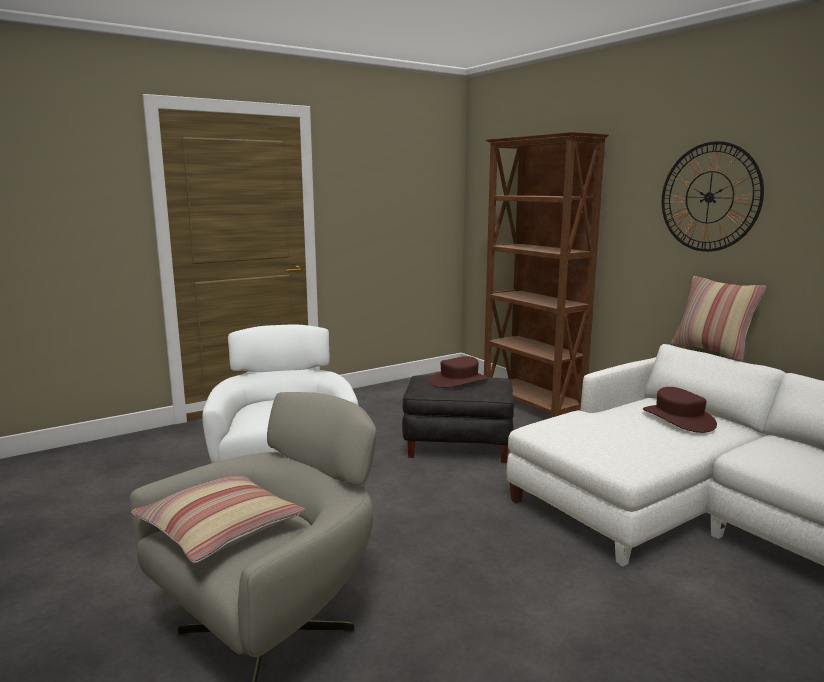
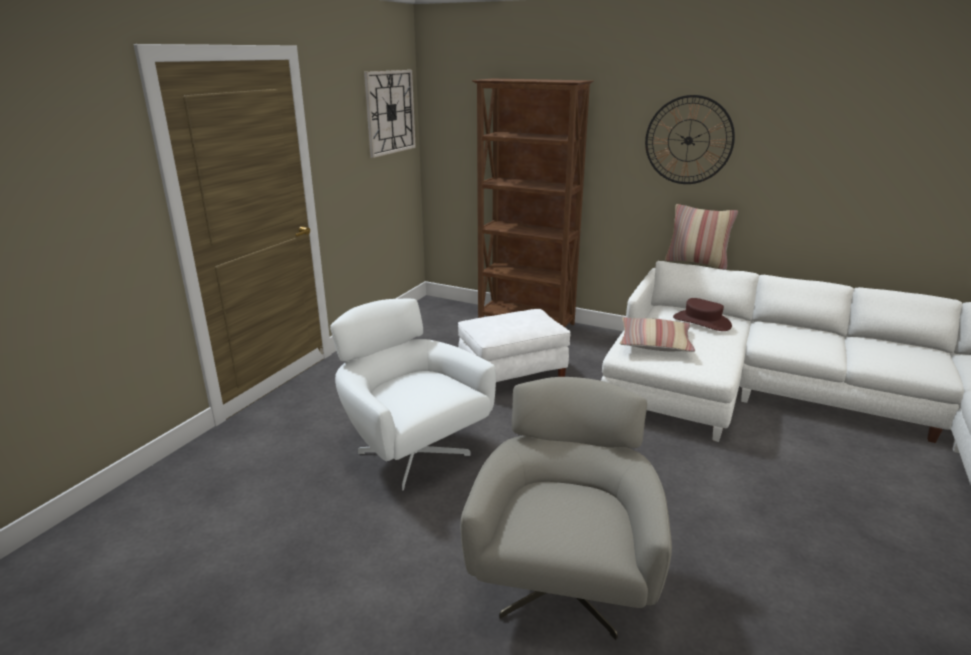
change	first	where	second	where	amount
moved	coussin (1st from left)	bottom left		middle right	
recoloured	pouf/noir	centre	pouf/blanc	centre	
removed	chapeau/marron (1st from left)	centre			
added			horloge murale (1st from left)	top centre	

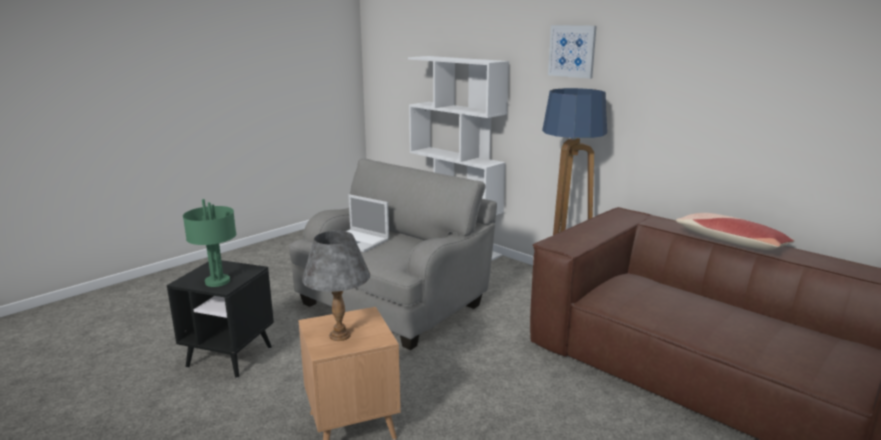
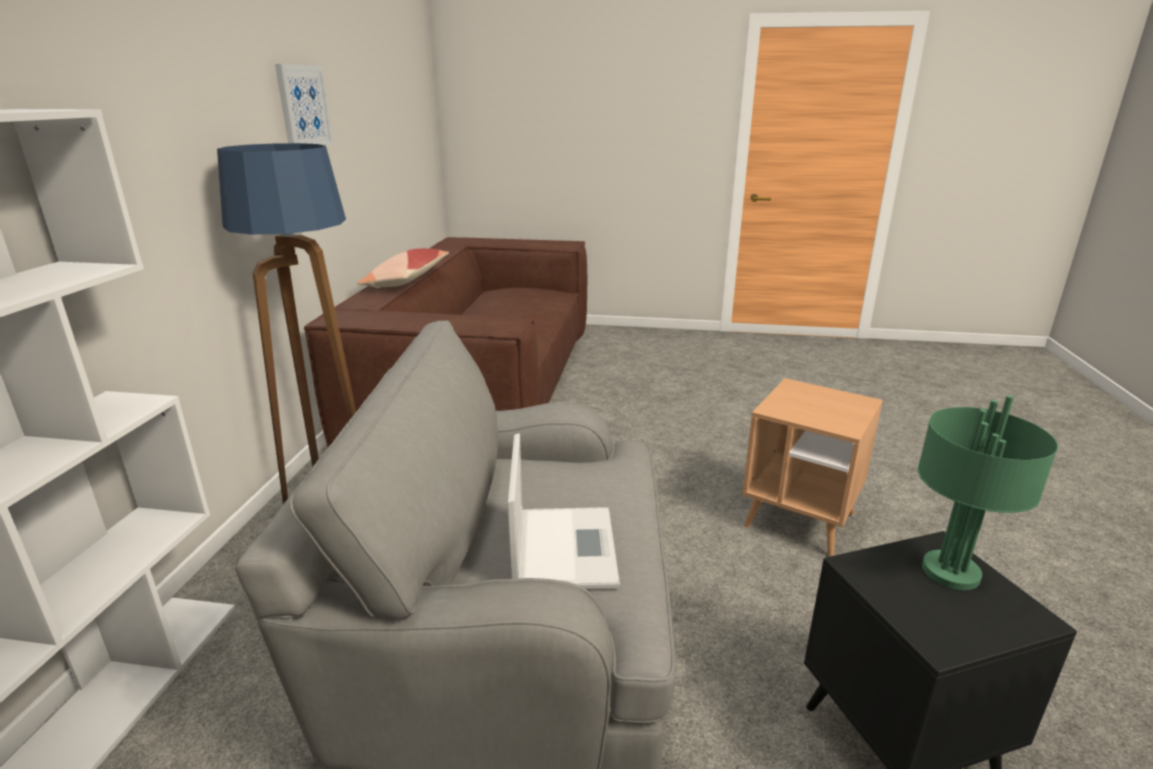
change	first	where	second	where	amount
removed	lampe de table/gris	centre			
moved	tableau	top centre		top left	

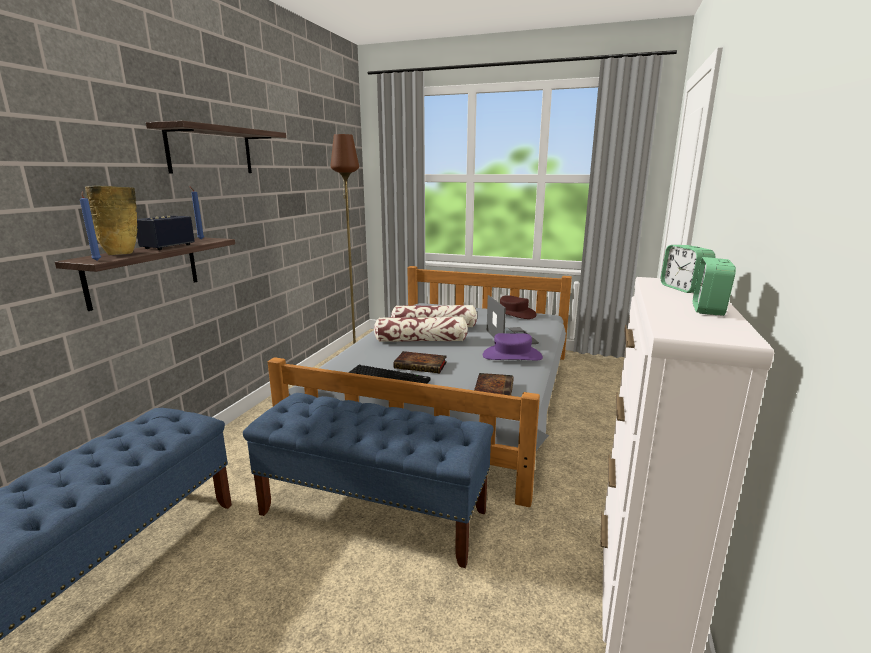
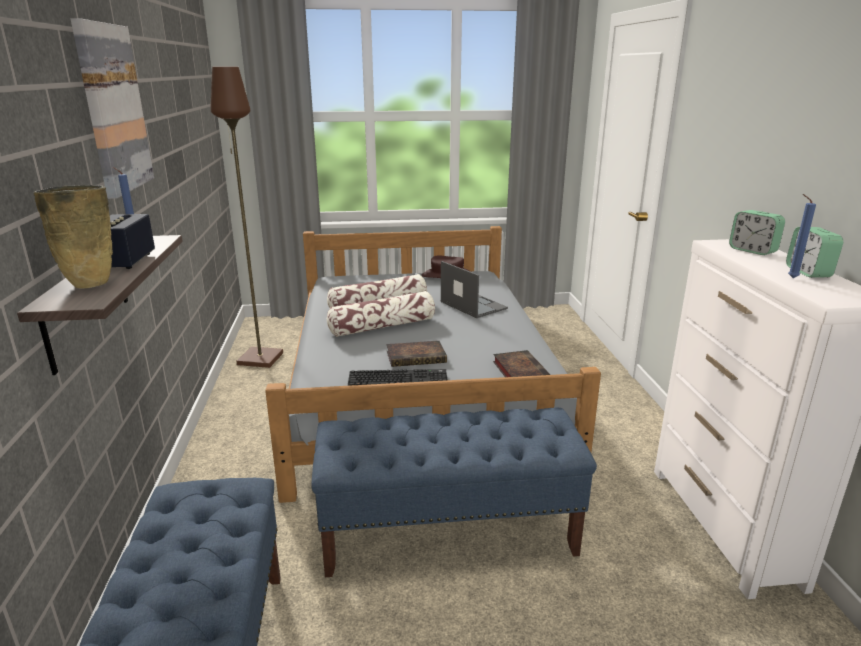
change	first	where	second	where	amount
moved	bougie/bleu (1st from left in the first image)	middle left	bougie/bleu (2nd from left)	middle right	
replaced	étagère (2nd from left)	top left	tableau	top left	
removed	chapeau/violet	centre			

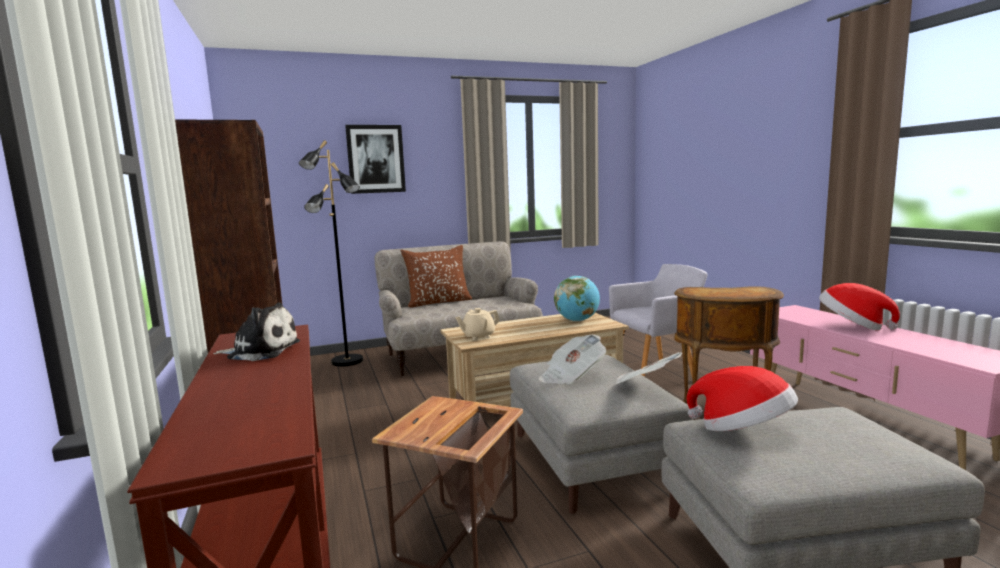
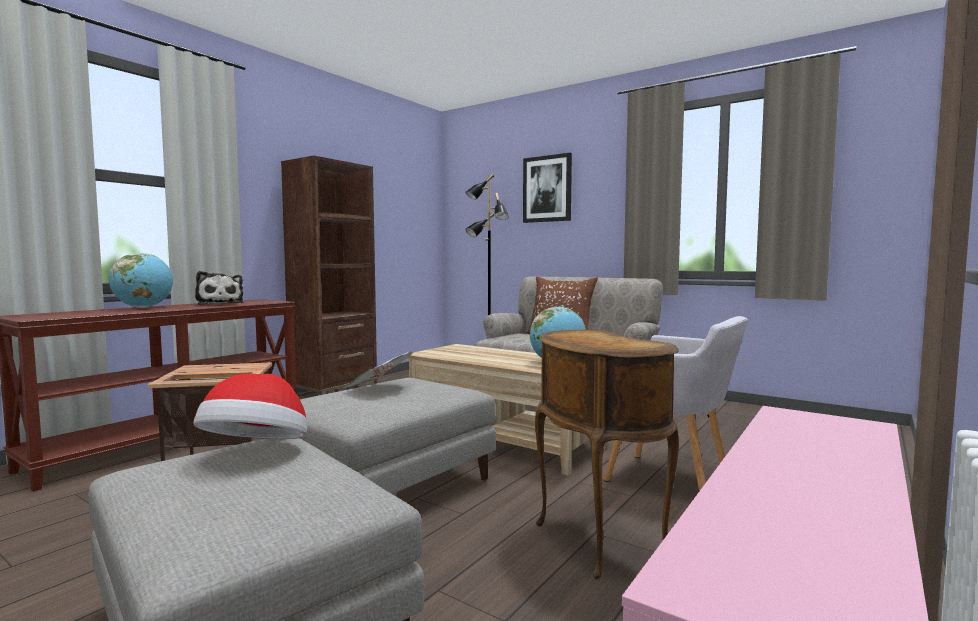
change	first	where	second	where	amount
removed	théière/beige	centre			
removed	journal (2nd from left)	centre			
removed	chapeau (2nd from left)	middle right			
added			globe (1st from left)	middle left	

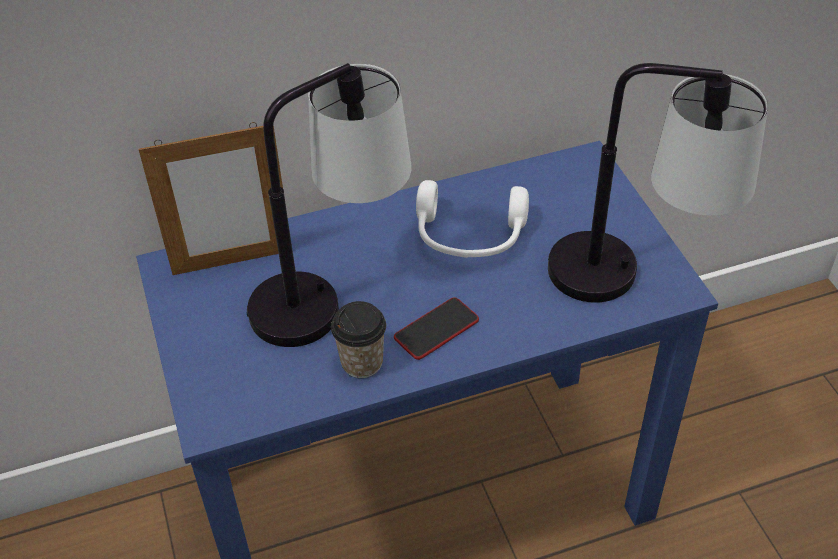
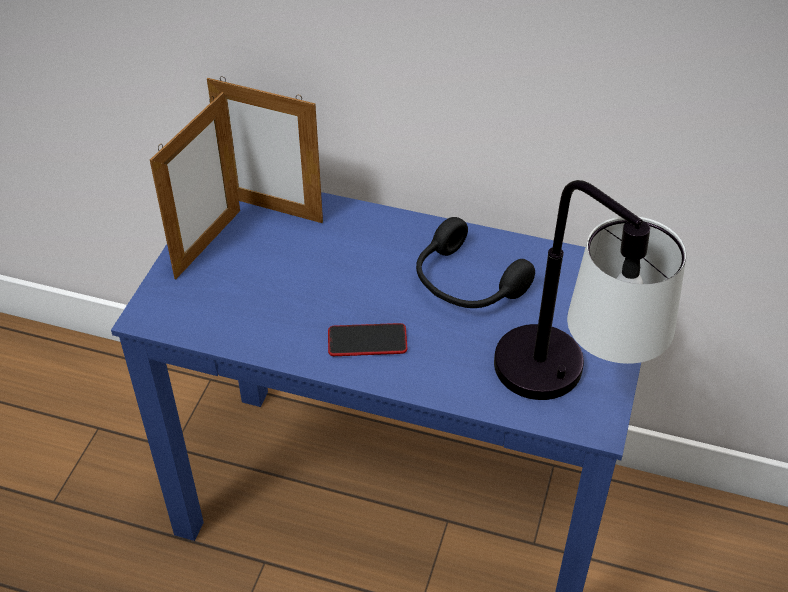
change	first	where	second	where	amount
removed	lampe de table (1st from left)	centre			
removed	tasse	centre			
recoloured	casque audio/blanc	centre	casque audio/noir	centre	
added			cadre photo (1st from left)	top left	

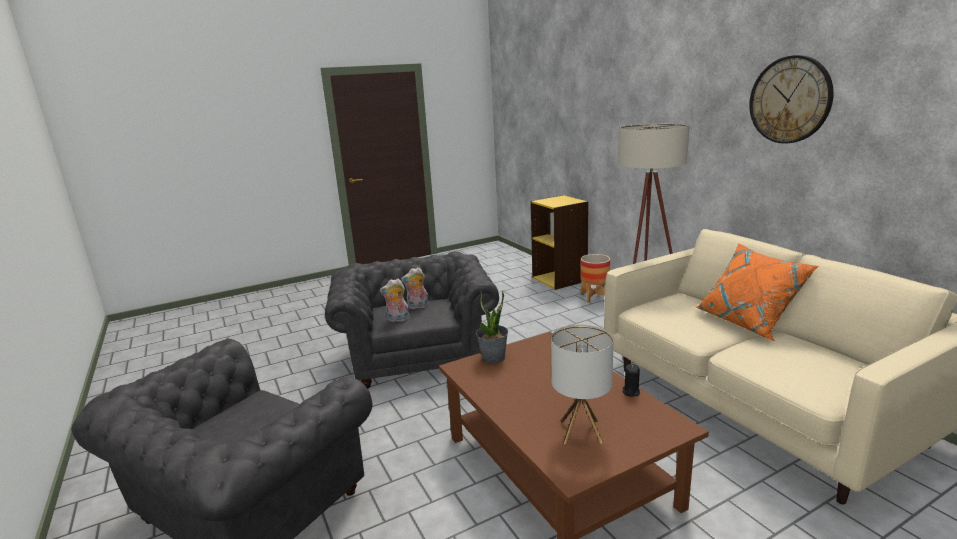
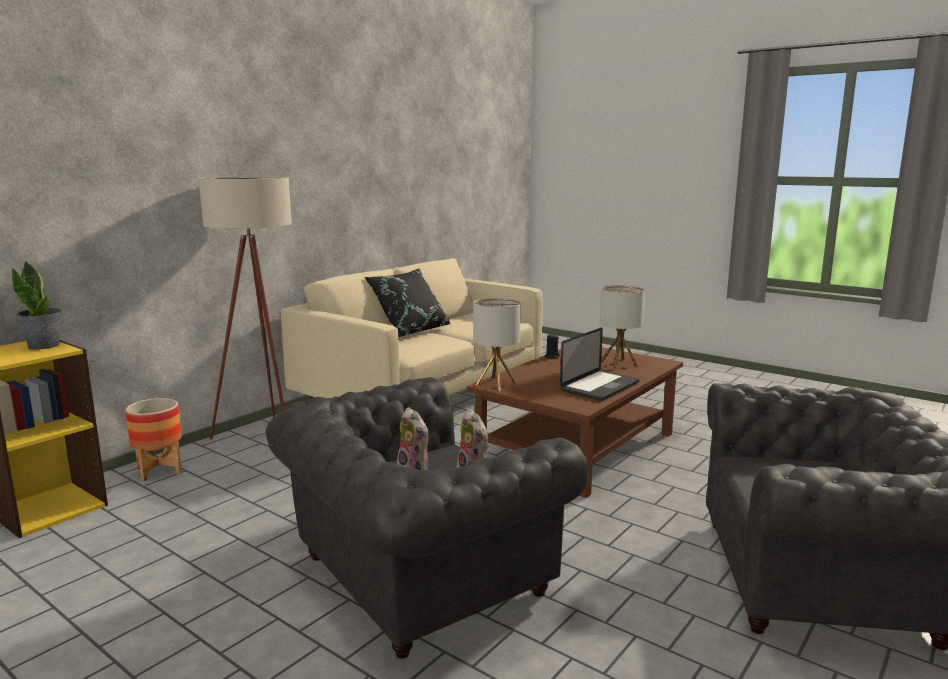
change	first	where	second	where	amount
moved	plante en pot	centre		middle left	
recoloured	coussin/orange	middle right	coussin/noir	centre	
removed	horloge murale	top right			
added			lampe de table (1st from left)	centre	
added			ordinateur portable	centre	

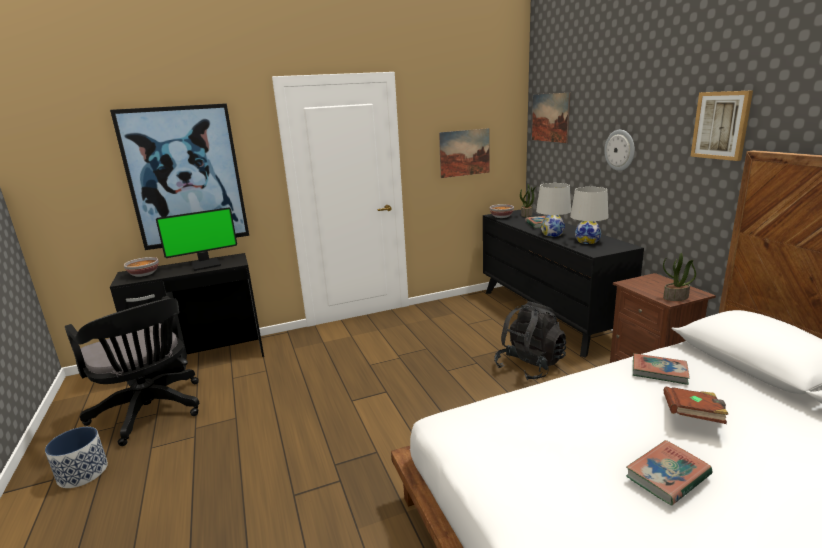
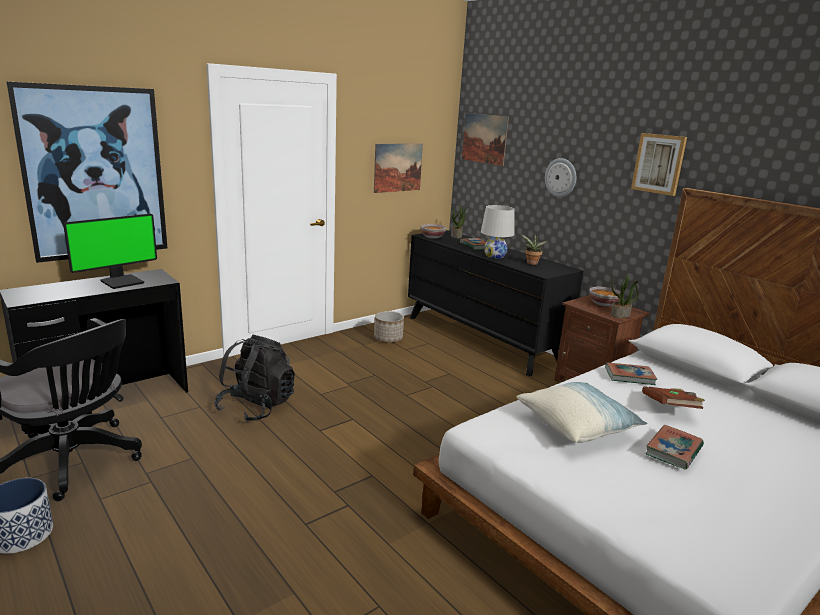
change	first	where	second	where	amount
moved	bol (1st from left in the first image)	middle left	bol (2nd from left)	middle right	
moved	sac à dos/noir	centre		middle left	
replaced	lampe de table/blanc (2nd from left)	middle right	plante en pot (2nd from left)	centre	
added			cache-pot (2nd from left)	centre	
added			coussin	bottom right	

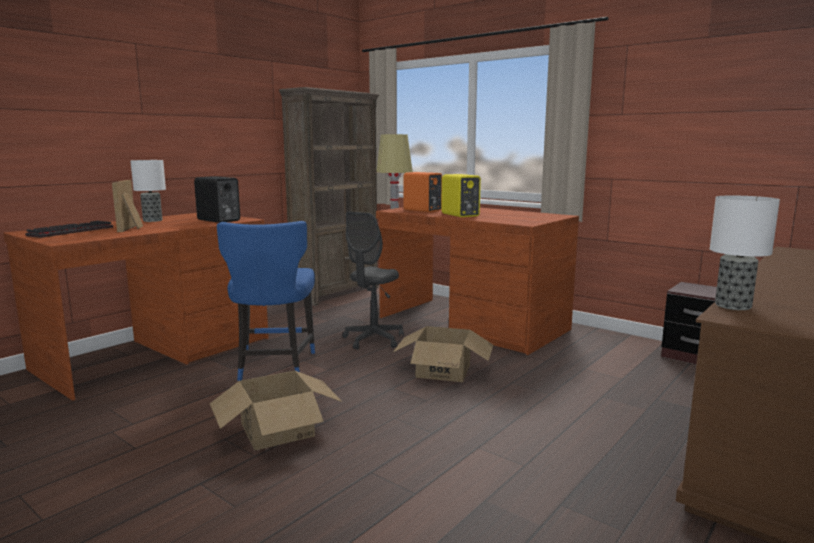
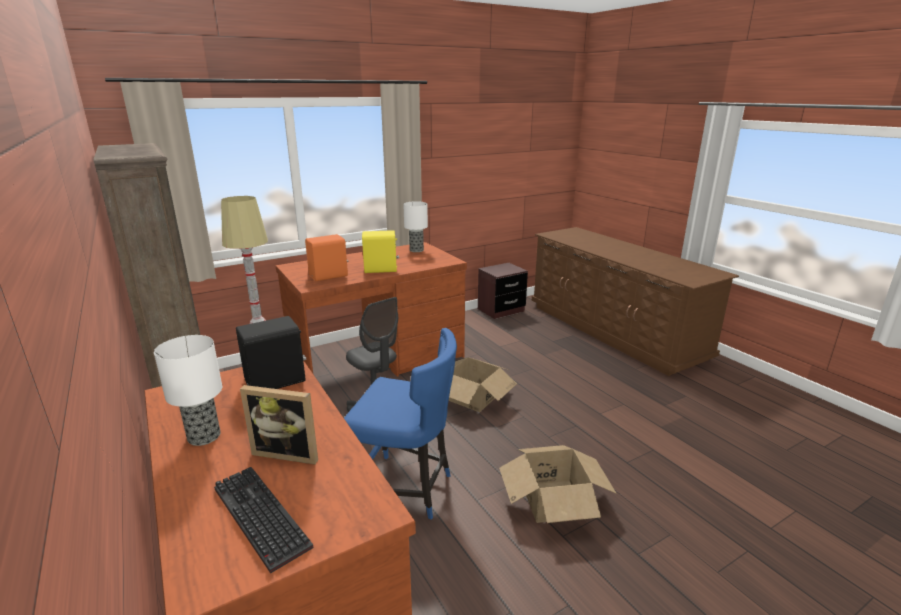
change	first	where	second	where	amount
moved	lampe de table (2nd from left)	middle right		centre	

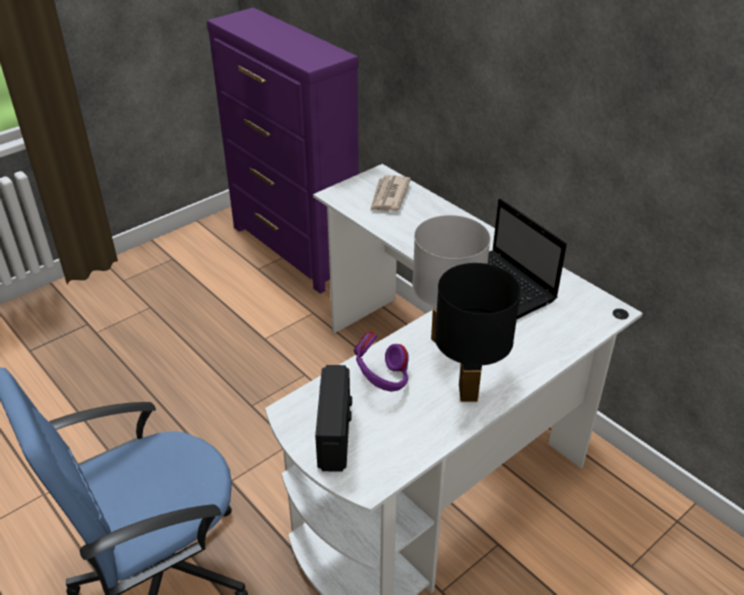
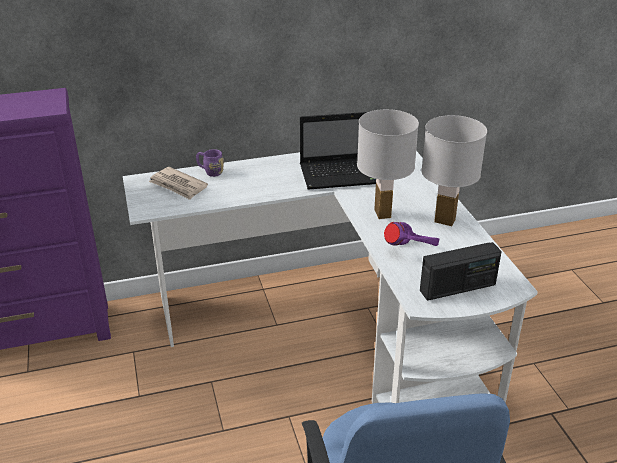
change	first	where	second	where	amount
turned	radio	bottom centre		middle right	135 degrees clockwise
recoloured	lampe de table/noir	centre	lampe de table/blanc (2nd from left)	middle right	
added			mug/violet	centre	

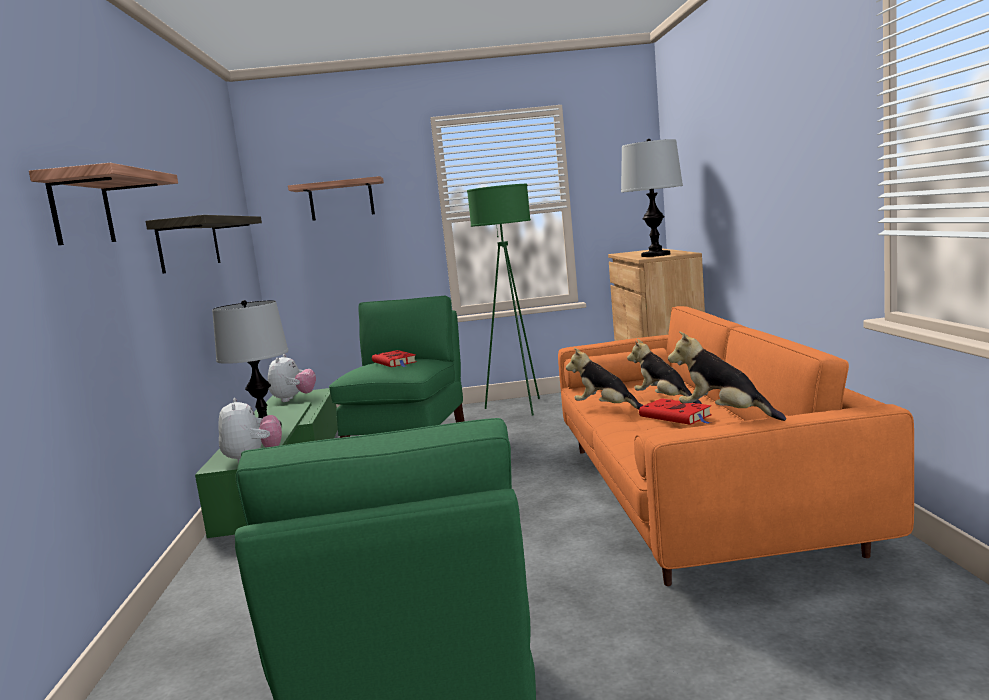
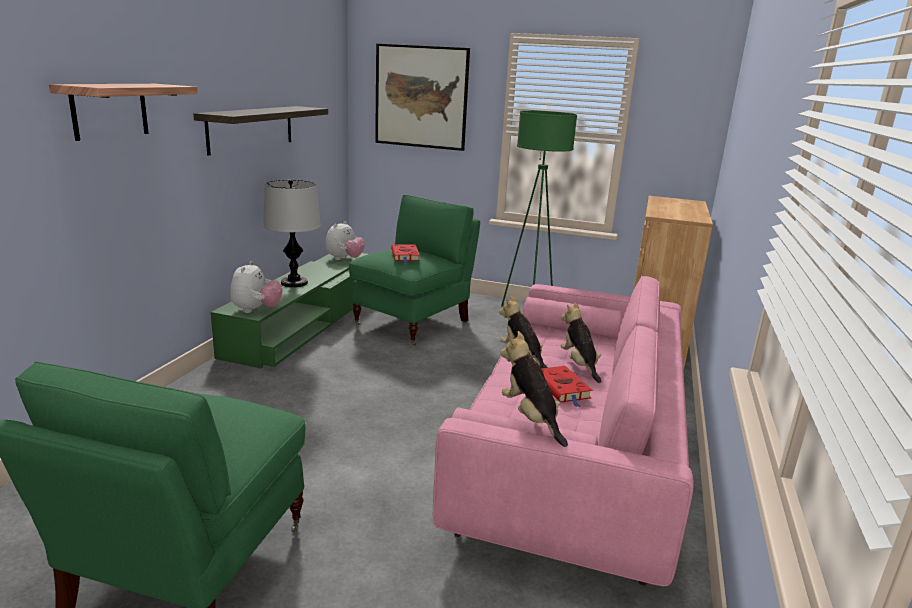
change	first	where	second	where	amount
replaced	étagère (3rd from left)	top centre	tableau	top centre	
recoloured	canapé/orange	middle right	canapé/rose	bottom centre	
removed	lampe de table (2nd from left)	top centre			

